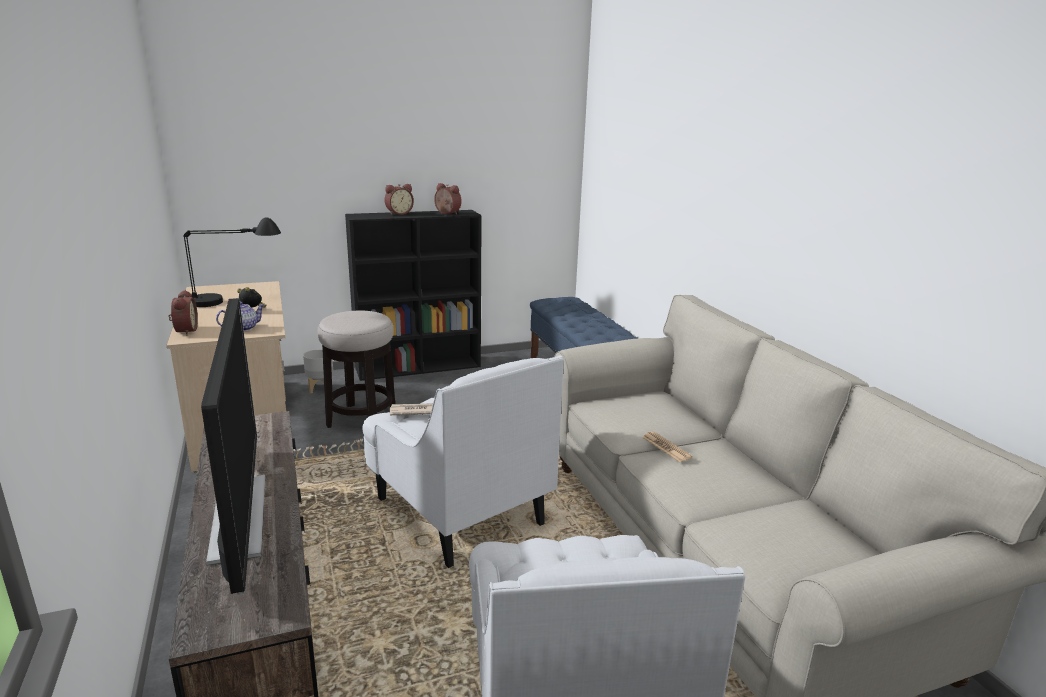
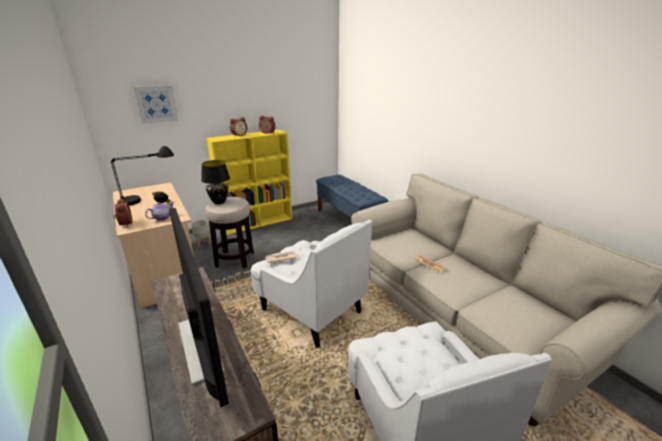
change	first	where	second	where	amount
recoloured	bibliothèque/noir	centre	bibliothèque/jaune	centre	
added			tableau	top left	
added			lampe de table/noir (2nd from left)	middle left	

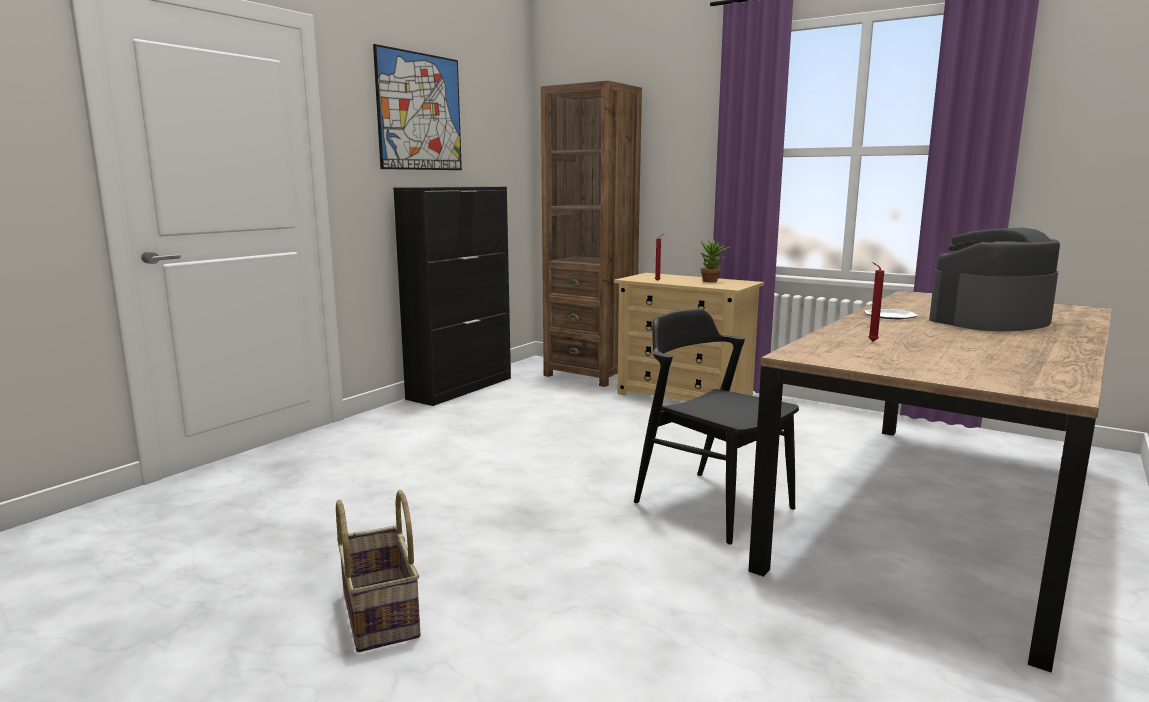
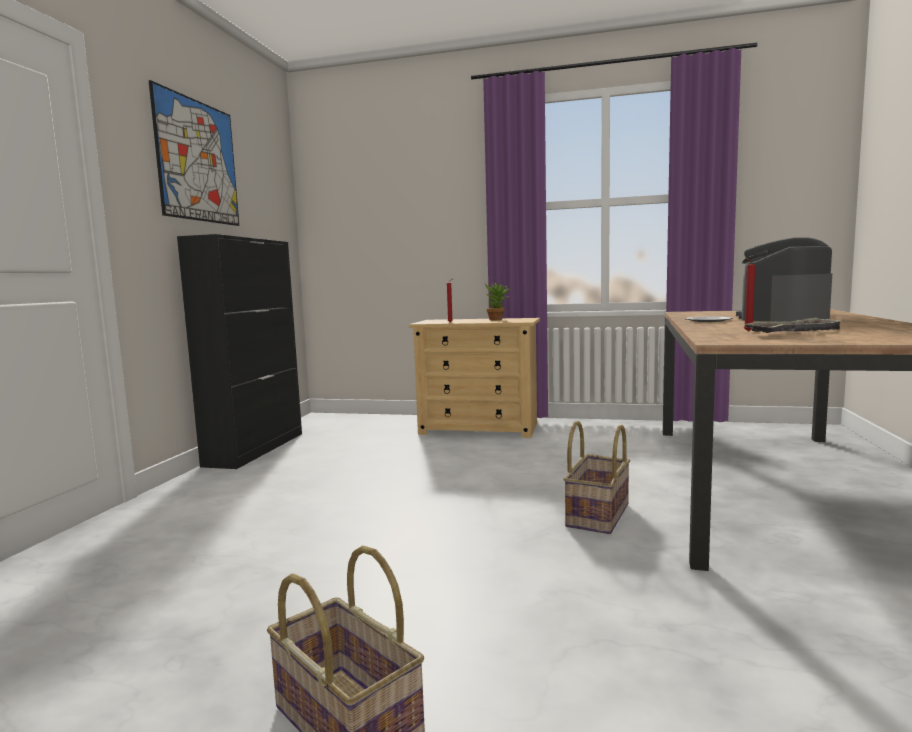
change	first	where	second	where	amount
removed	bibliothèque/marron	top centre			
replaced	chaise/noir	centre	panier (2nd from left)	centre	
added			plateau	middle right	

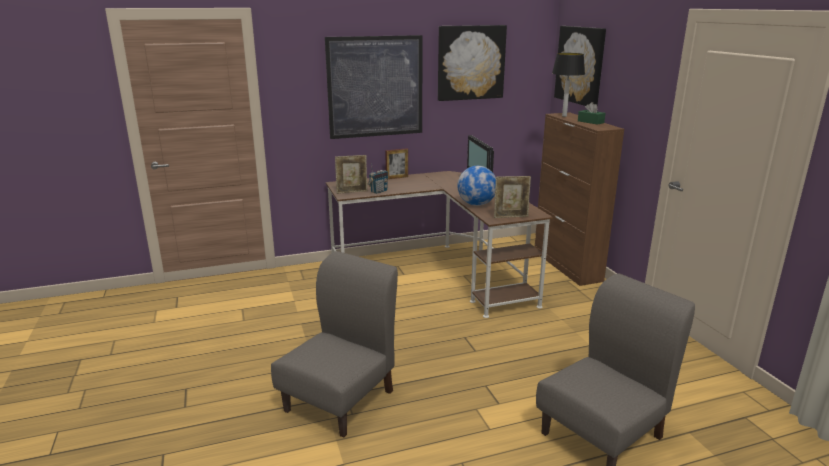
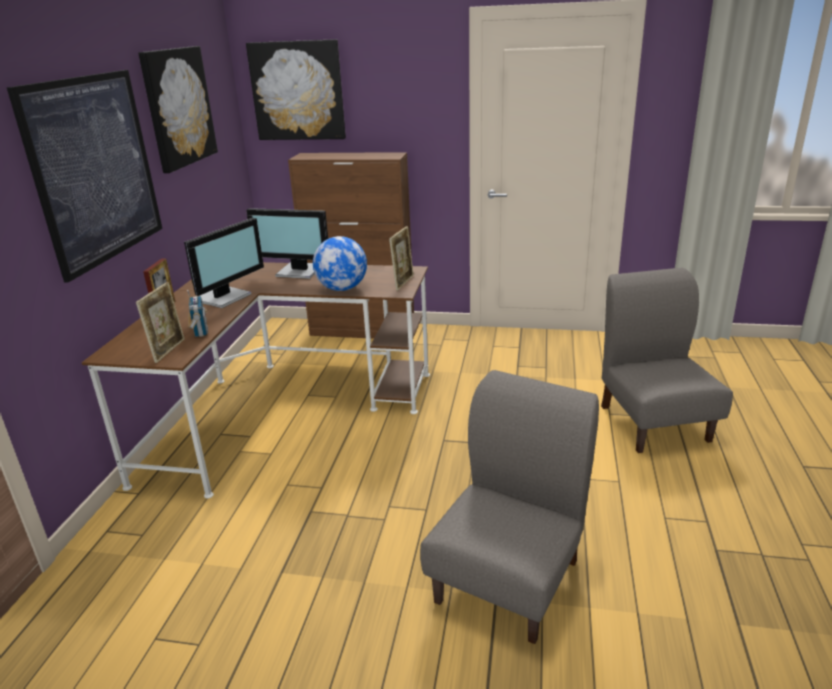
change	first	where	second	where	amount
turned	chaise/gris (1st from left)	bottom centre		bottom centre	60 degrees clockwise
removed	lampe de table	top right			
removed	boîte à mouchoirs/vert	top right			
added			écran d'ordinateur (1st from left)	middle left	

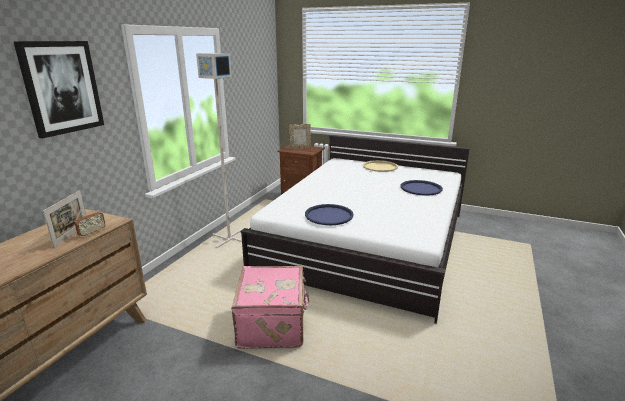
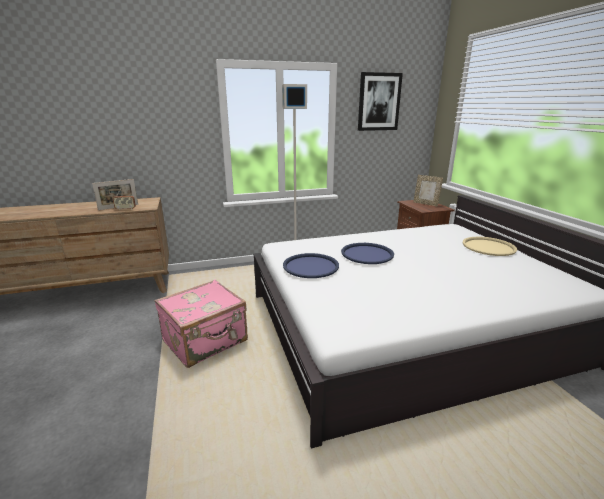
change	first	where	second	where	amount
moved	tableau	top left		top centre	
moved	plateau/bleu (2nd from left)	middle right		centre	

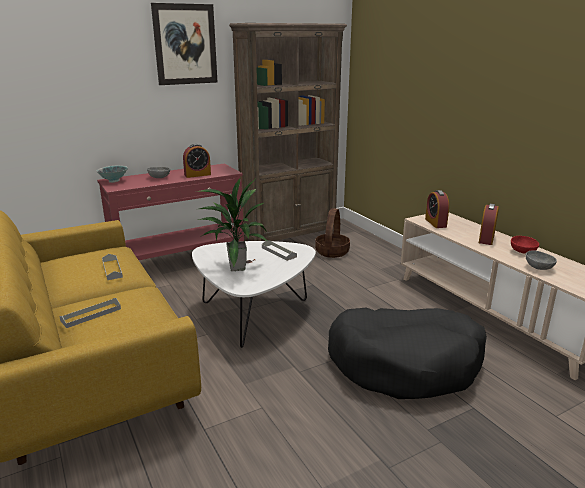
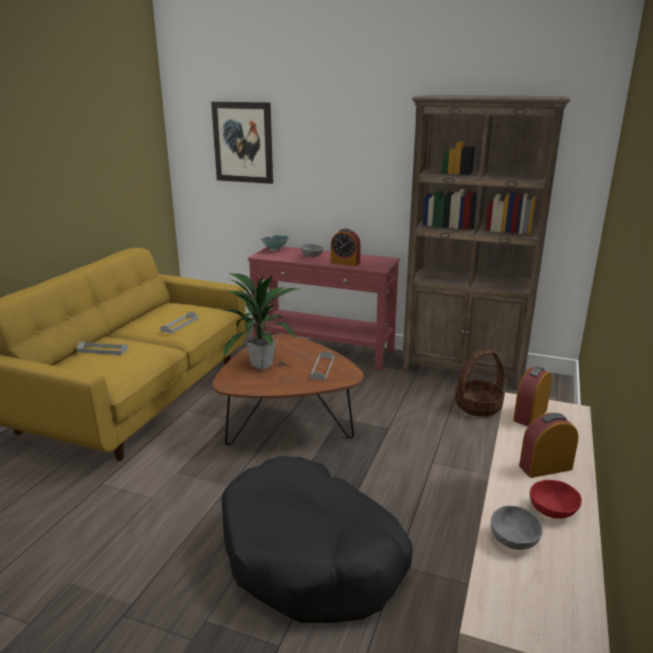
change	first	where	second	where	amount
moved	tableau	top left		top centre	
recoloured	table basse/blanc	centre	table basse/marron	centre	

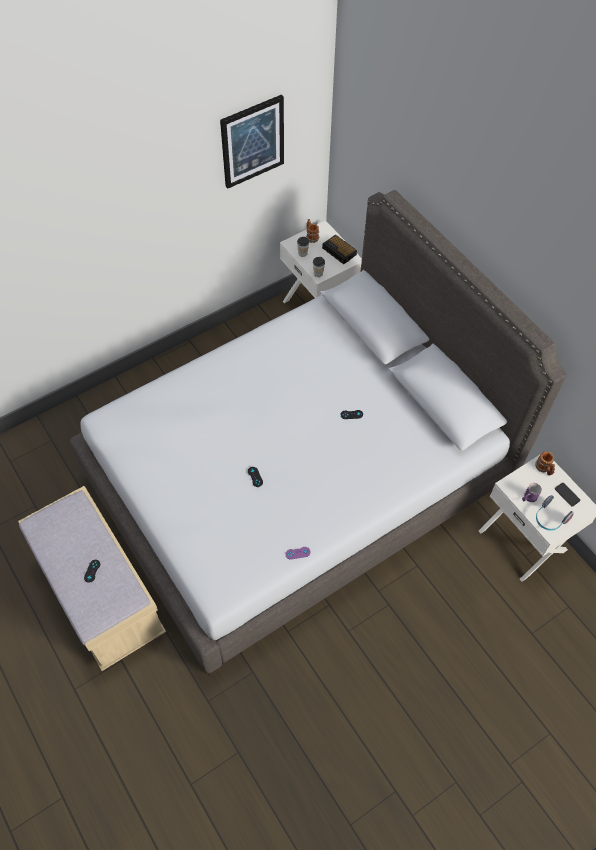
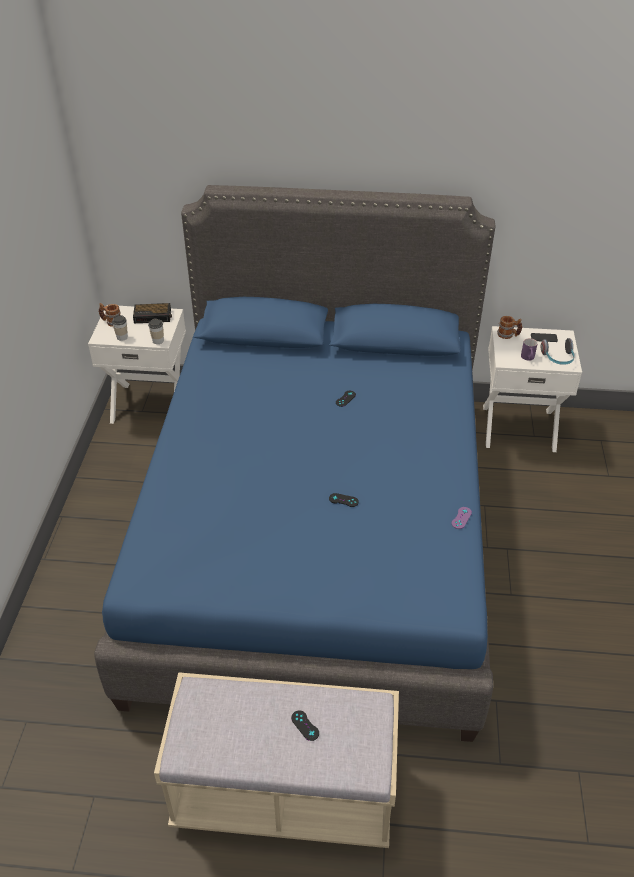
change	first	where	second	where	amount
recoloured	lit/gris	centre	lit/bleu	centre	
removed	tableau	top centre			

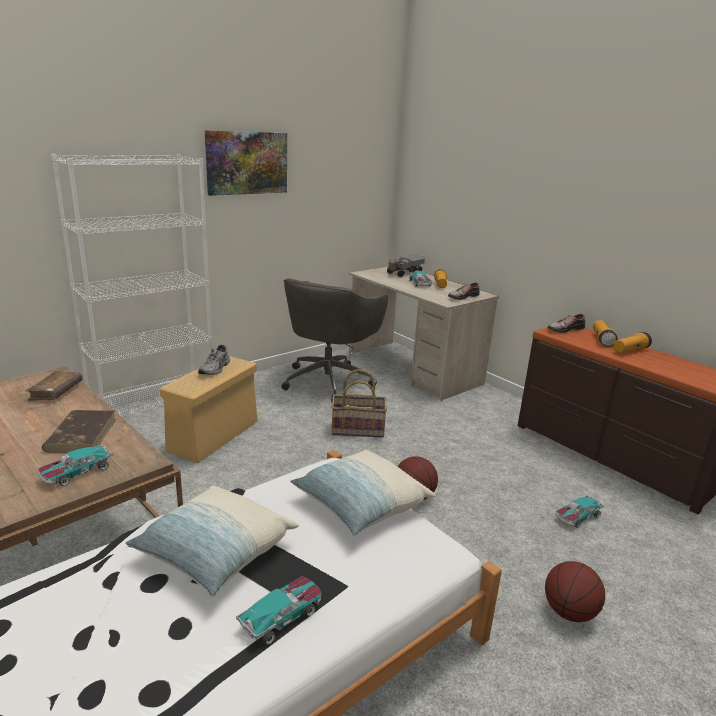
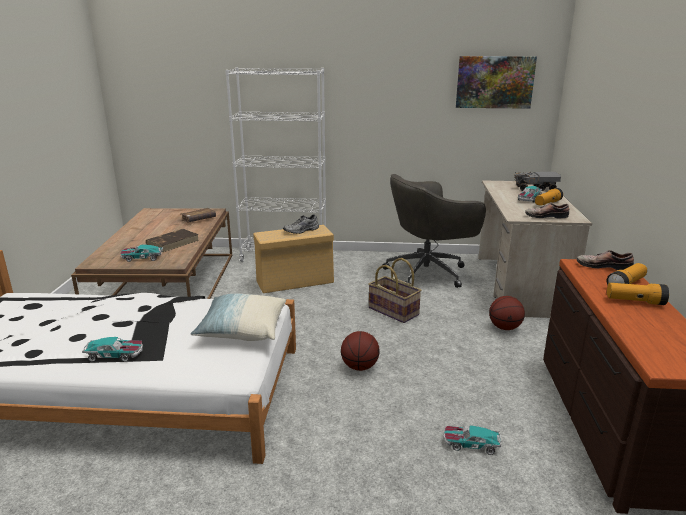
change	first	where	second	where	amount
removed	coussin (1st from left)	bottom left			
moved	tableau	top centre		top right	
moved	ballon de basket (2nd from left)	bottom right		middle right	

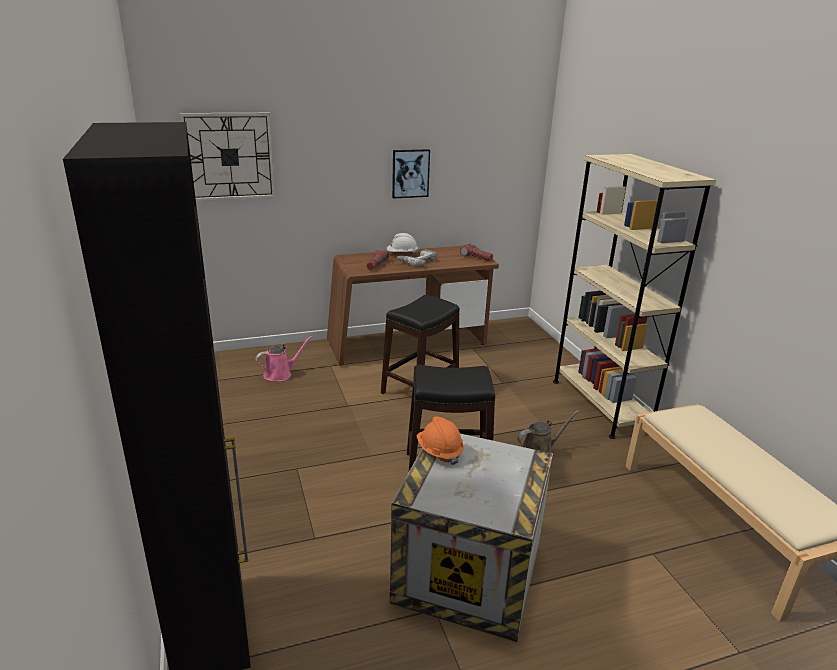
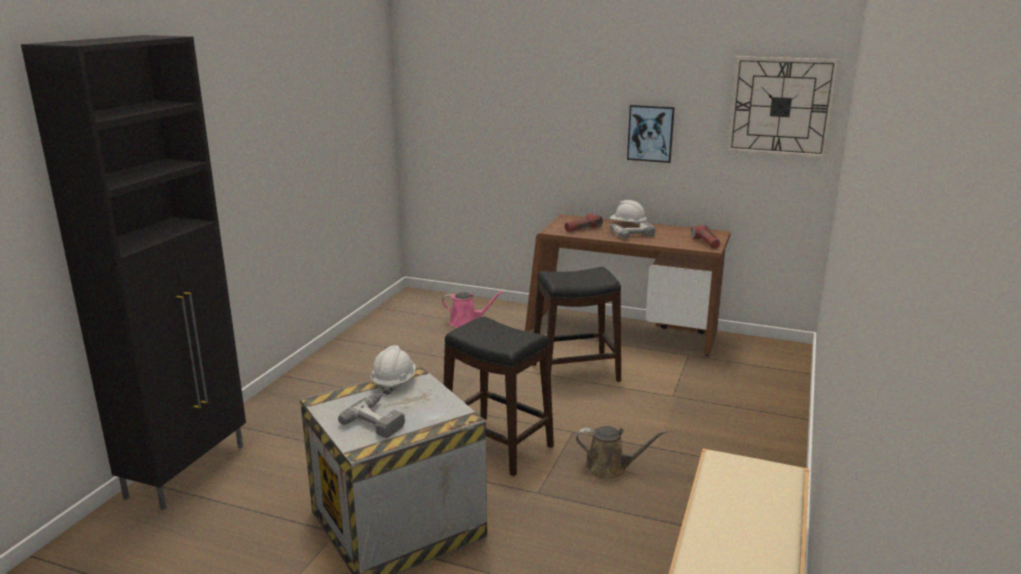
change	first	where	second	where	amount
moved	horloge murale	top left		top right	
recoloured	casque de chantier/orange	centre	casque de chantier/blanc (1st from left)	centre	
removed	bibliothèque/beige	middle right			
added			perceuse (1st from left)	bottom centre	

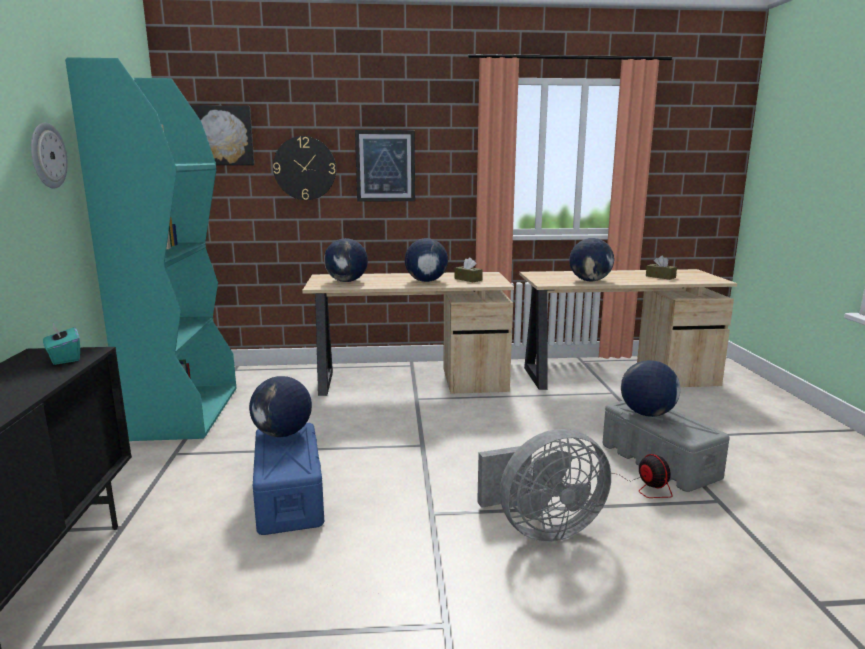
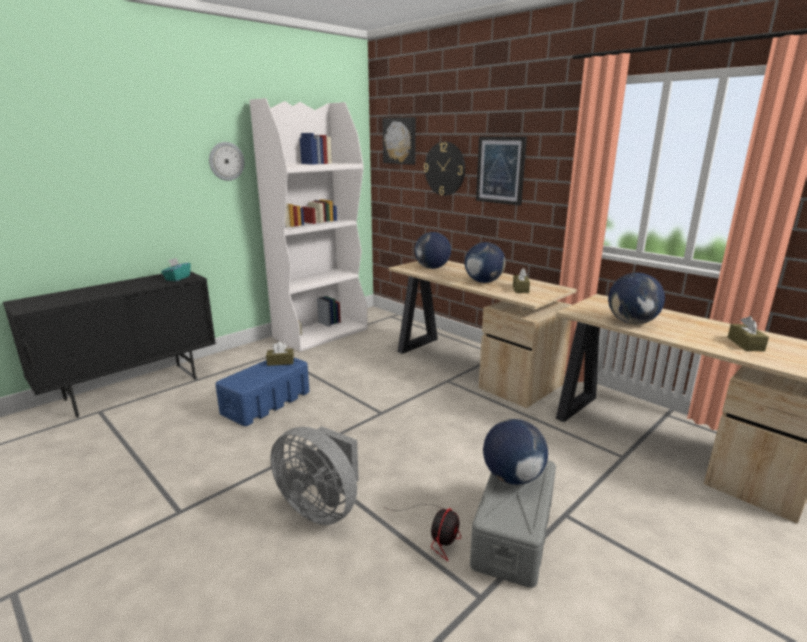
change	first	where	second	where	amount
recoloured	bibliothèque/turquoise	middle left	bibliothèque/blanc	centre	
replaced	globe (1st from left)	middle left	boîte à mouchoirs/marron (1st from left)	centre	

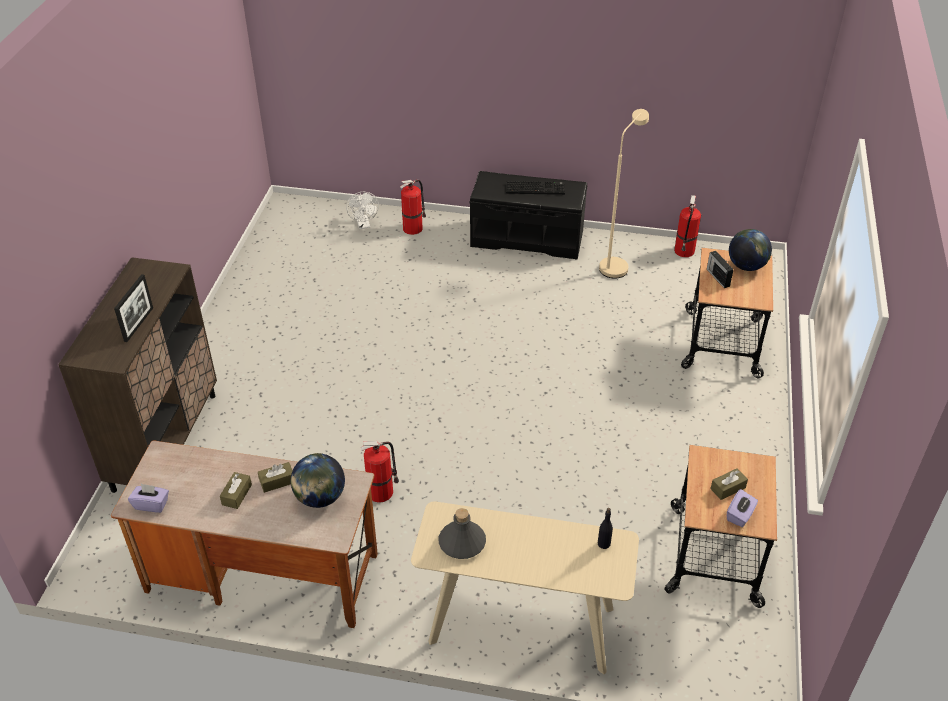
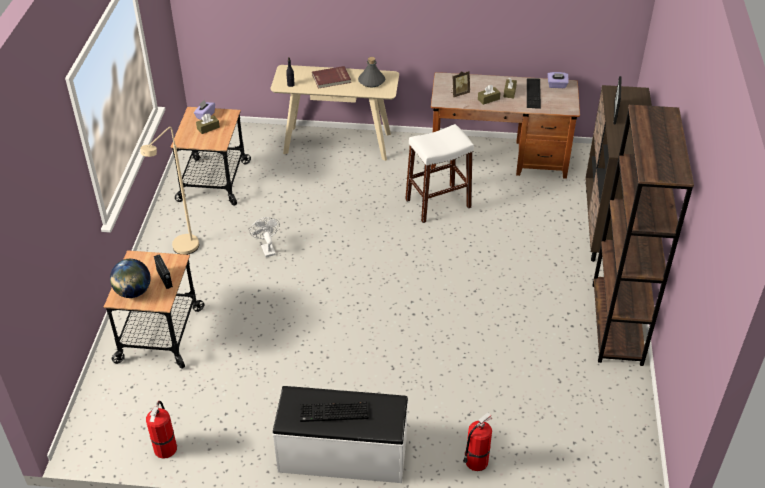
change	first	where	second	where	amount
replaced	globe (1st from left)	bottom centre	cadre photo (1st from left)	top centre	
moved	ventilateur/blanc	top centre		centre	
replaced	extincteur (1st from left)	bottom centre	tabouret/blanc	centre	
recoloured	banc/noir	top centre	banc/blanc	bottom centre	
moved	lampadaire/beige	top centre		middle left	
added			livre/rouge	top centre	
added			clavier (2nd from left)	top right	
added			bibliothèque/marron	middle right	

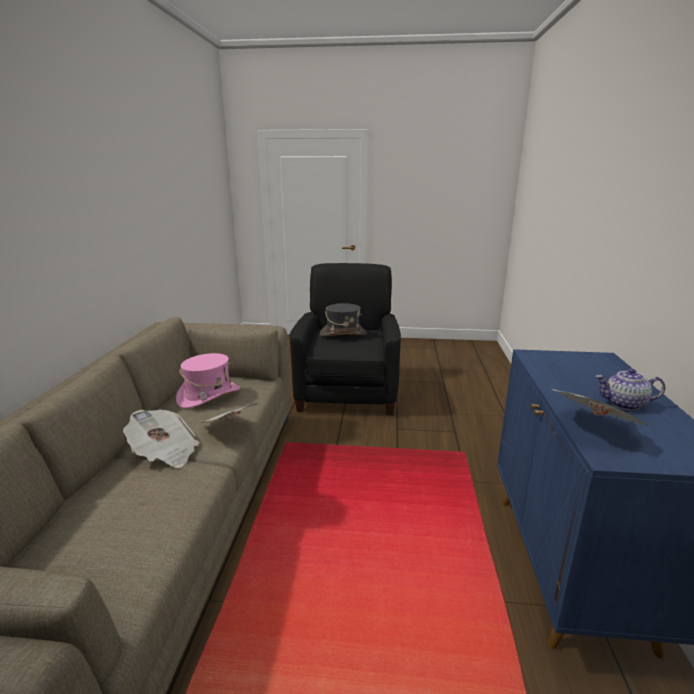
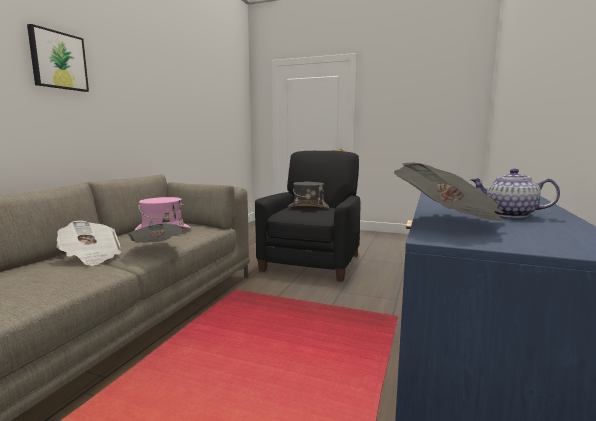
change	first	where	second	where	amount
added			tableau	top left	

